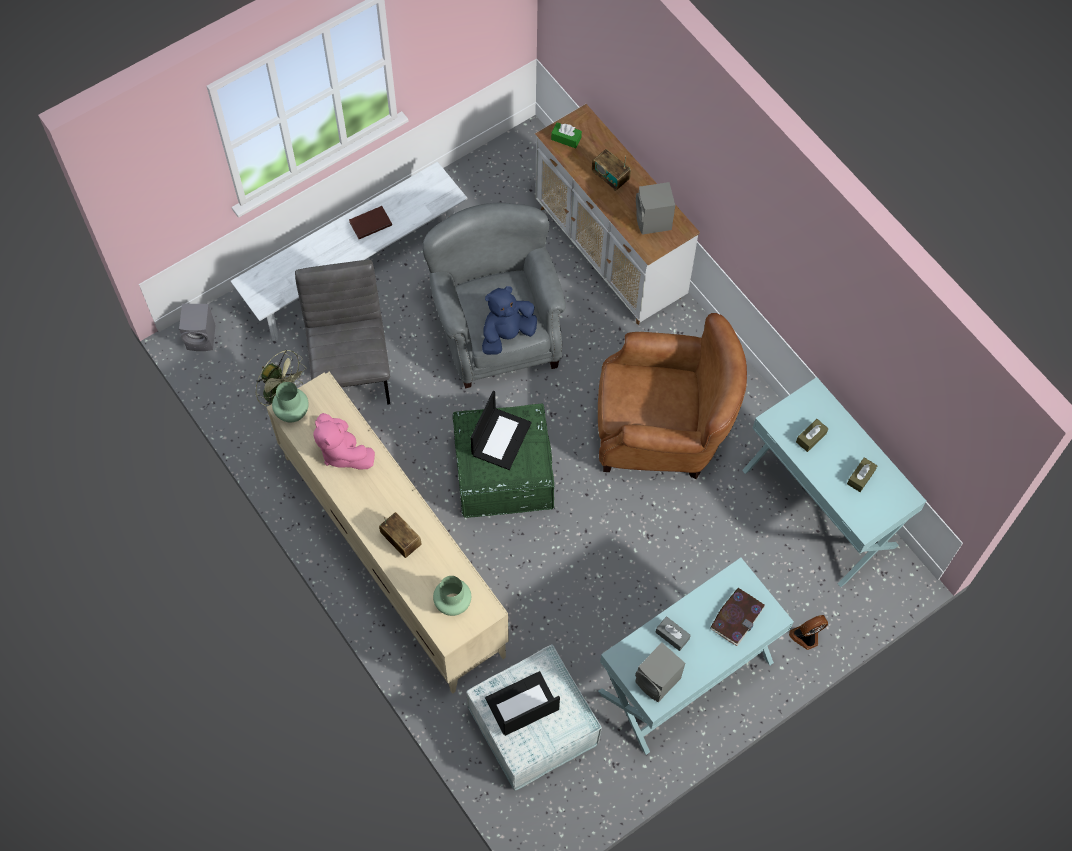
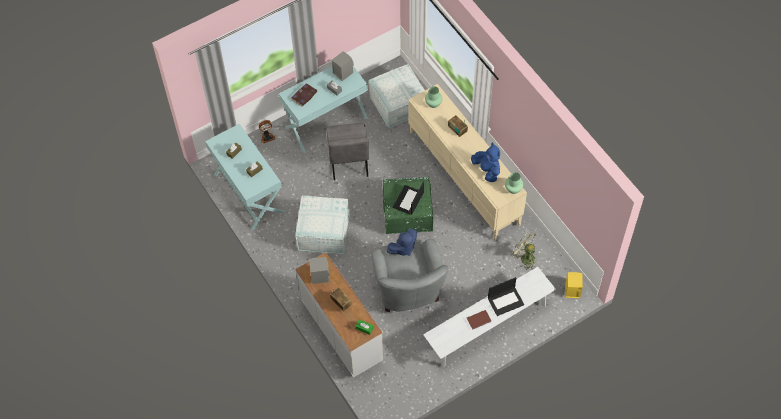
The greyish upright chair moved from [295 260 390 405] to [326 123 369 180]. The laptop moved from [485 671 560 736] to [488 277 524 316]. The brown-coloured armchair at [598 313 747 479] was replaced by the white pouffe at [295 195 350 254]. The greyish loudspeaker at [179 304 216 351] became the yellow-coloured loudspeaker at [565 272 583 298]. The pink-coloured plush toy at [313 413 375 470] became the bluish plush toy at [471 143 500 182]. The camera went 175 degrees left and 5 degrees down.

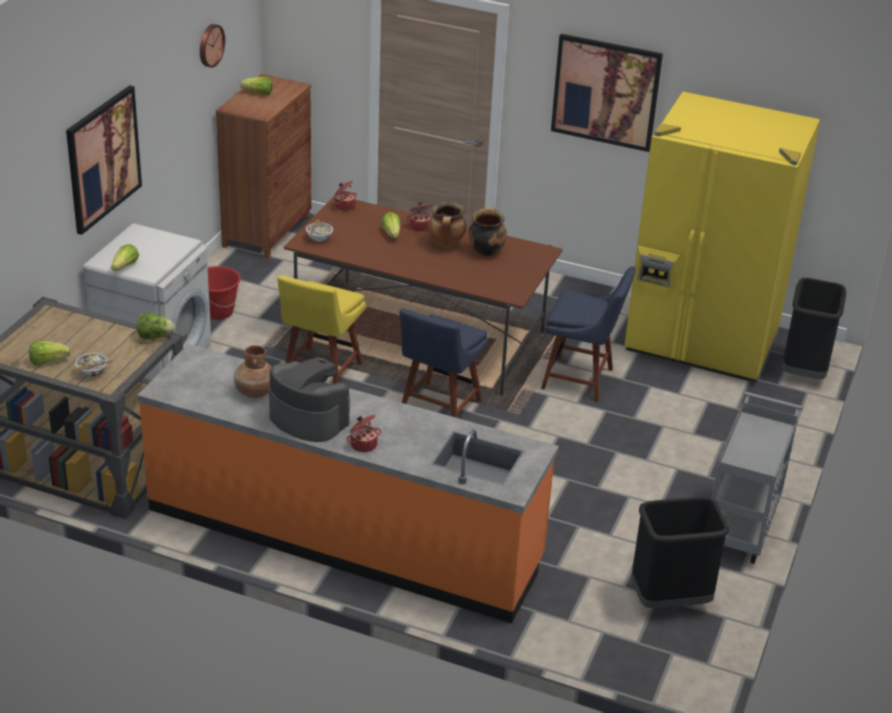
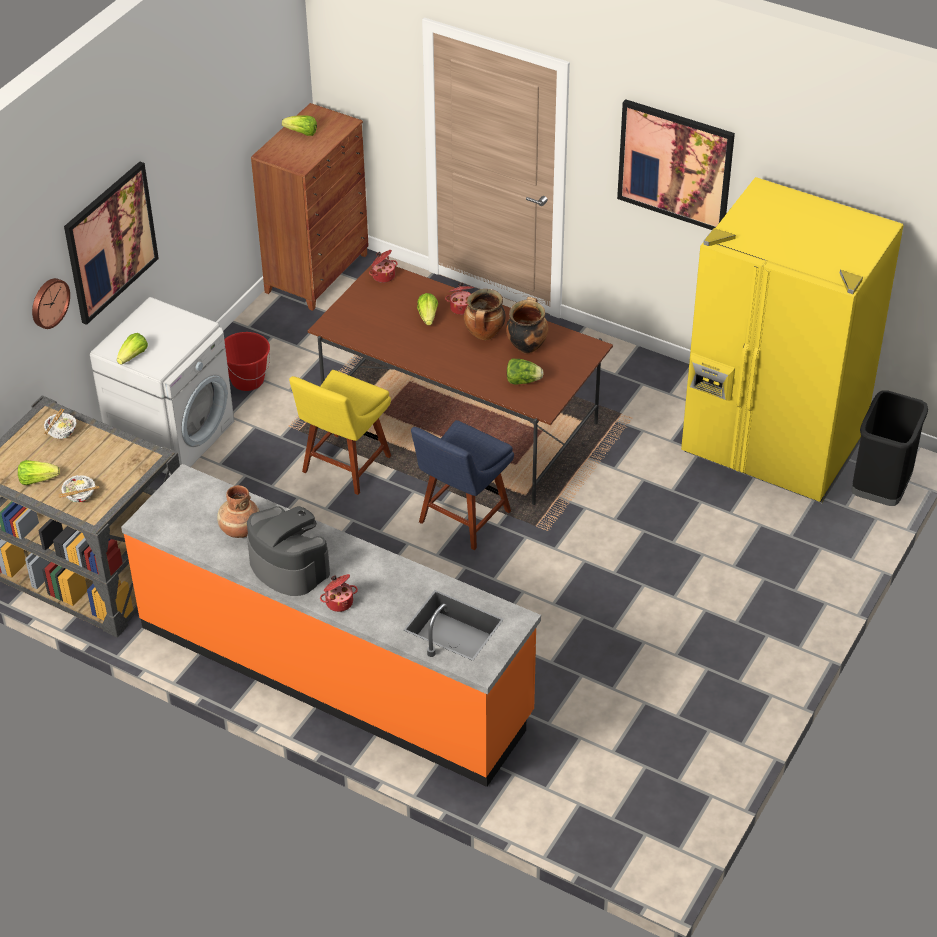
The bluish upright chair at [541 266 636 402] disappeared. The black-coloured waste bin at [631 497 729 608] disappeared. The greyish wheeled cart at [712 392 803 564] disappeared. The lettuce moved from [137 313 175 339] to [507 358 544 384]. The hanging clock moved from [200 24 225 68] to [32 278 70 329]. The serving bowl moved from [306 219 333 242] to [44 409 77 439]. The camera went 10 degrees right and 10 degrees up.

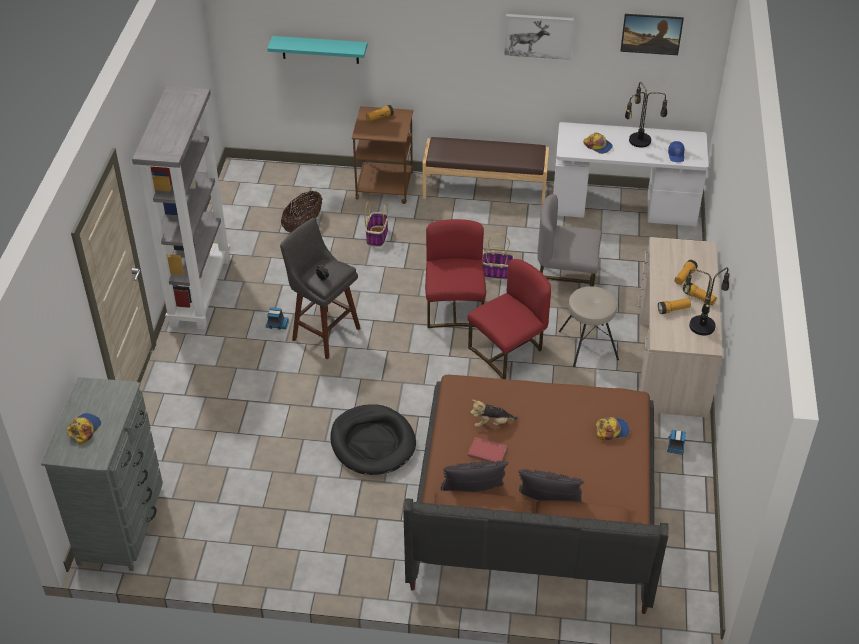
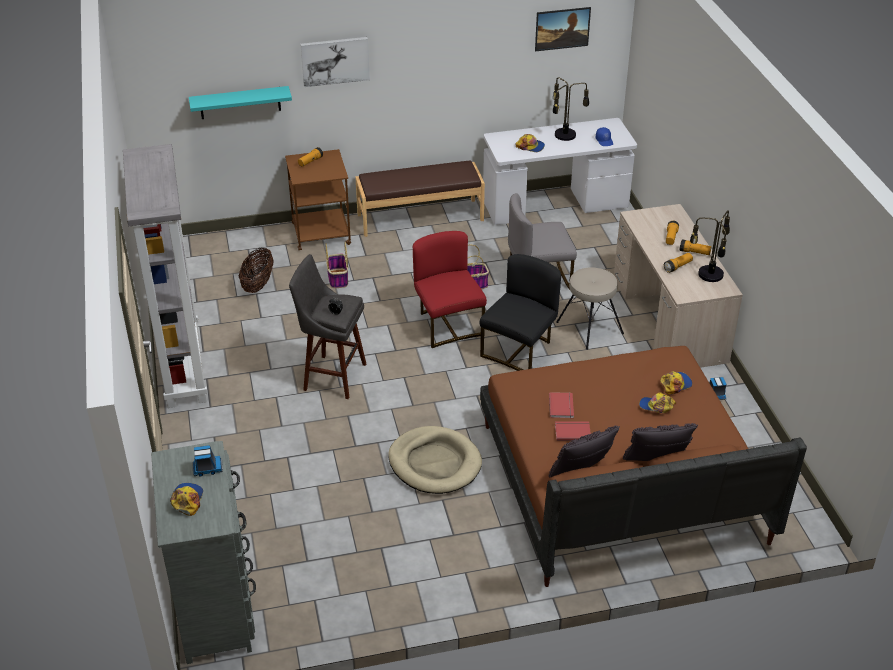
The peaked cap at [639 392 676 413] appeared. The toy lorry moved from [266 307 289 330] to [192 445 223 477]. The wall picture moved from [504 14 574 60] to [301 37 370 87]. The plush toy at [470 400 518 427] was replaced by the red book at [549 392 574 418]. The black-coloured pet bed at [331 404 416 475] became the beige-coloured pet bed at [388 426 482 494]. The red upright chair at [467 259 551 379] became the black-coloured upright chair at [480 254 561 371]. The camera went 20 degrees left and 5 degrees down.

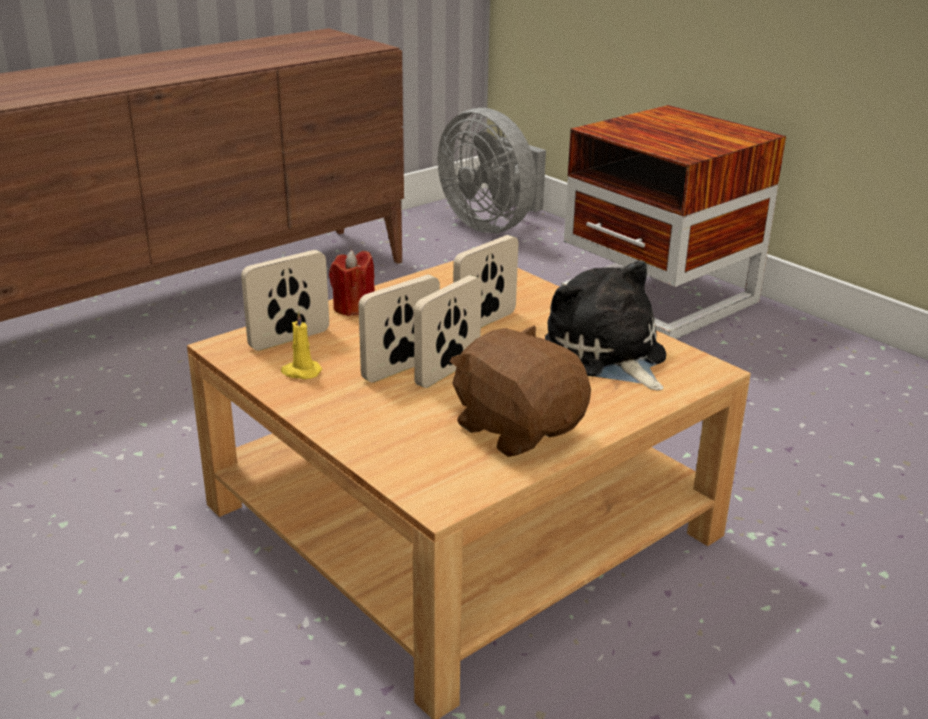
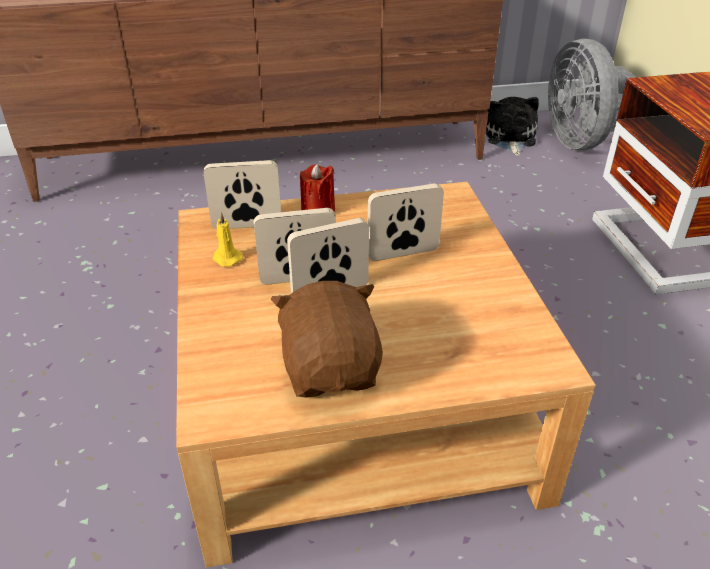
The plush toy moved from [545 260 666 390] to [486 97 539 156]. The camera went 30 degrees right and 10 degrees up.

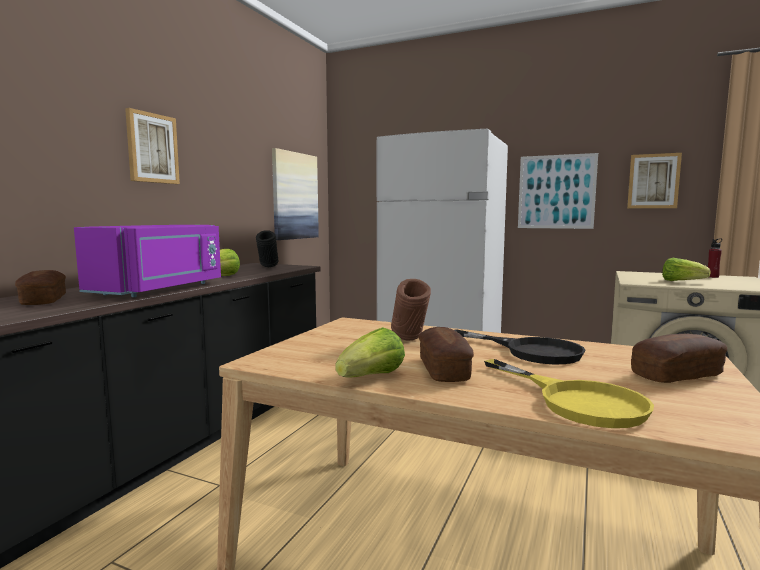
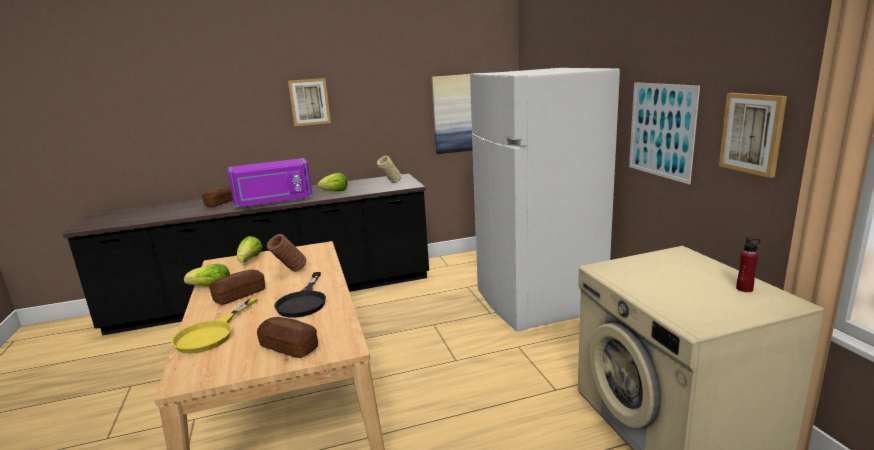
The lettuce moved from [662 258 711 281] to [237 236 262 262]. The black-coloured vase at [256 230 278 267] became the beige-coloured vase at [377 156 402 183]. The camera went 50 degrees right and 10 degrees up.

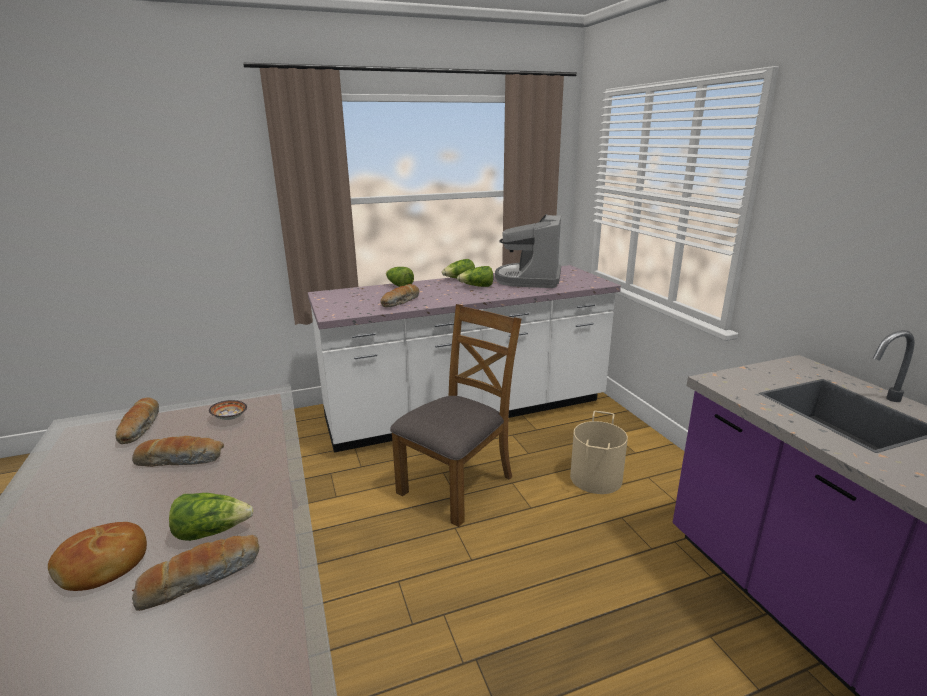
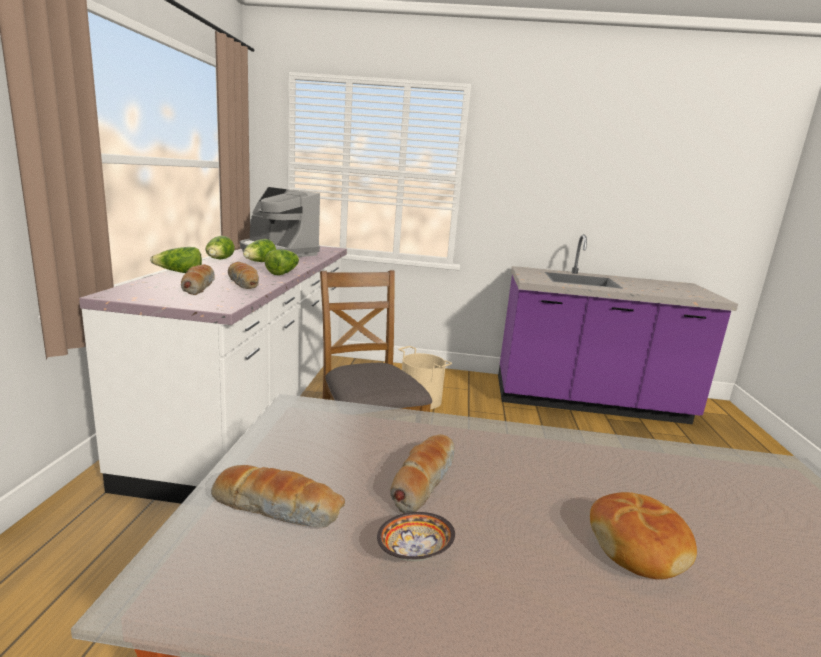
The baked bread moved from [132 535 259 611] to [181 264 215 295]. The lettuce moved from [169 493 253 541] to [265 249 299 275]. The serving bowl moved from [209 400 247 420] to [377 512 455 561]. The camera went 65 degrees left and 5 degrees down.

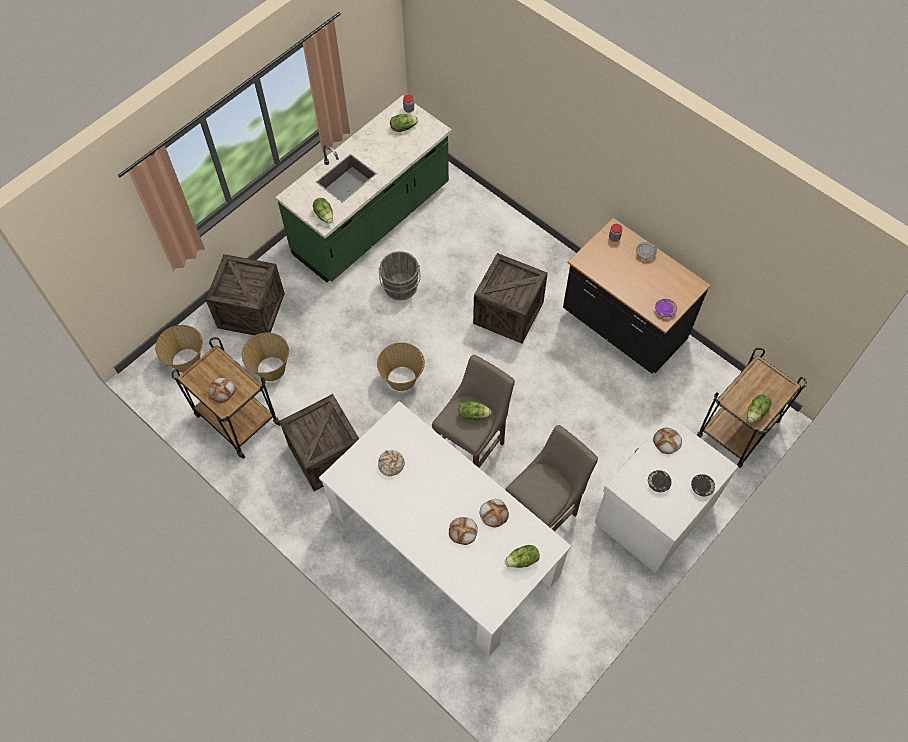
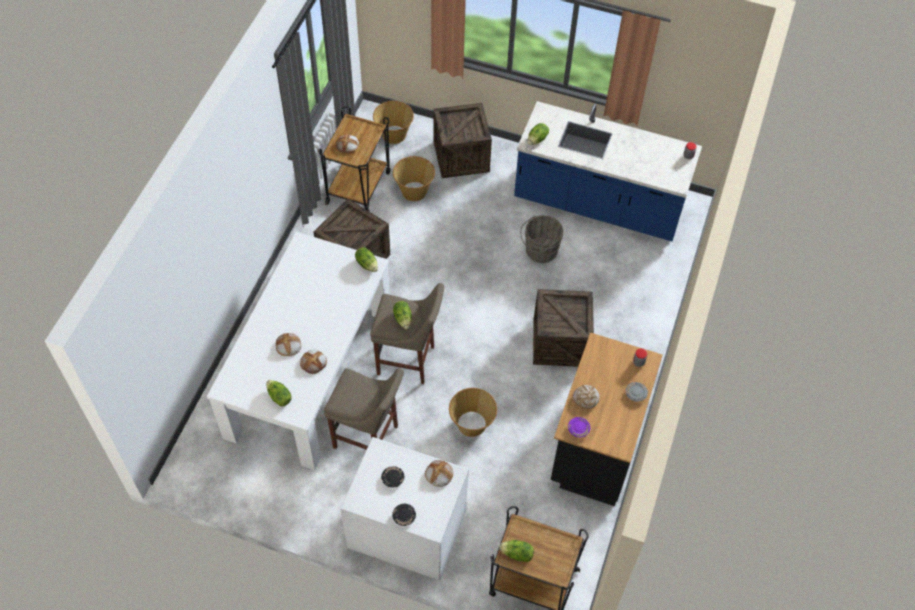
The storage basket moved from [377 342 425 391] to [449 388 497 437]. The baked bread moved from [378 450 405 476] to [573 385 600 409]. The lettuce moved from [390 114 418 132] to [355 247 378 272]. The greenish kitchen base unit at [276 95 452 282] became the bluish kitchen base unit at [514 101 702 241]. The camera went 65 degrees right and 5 degrees down.

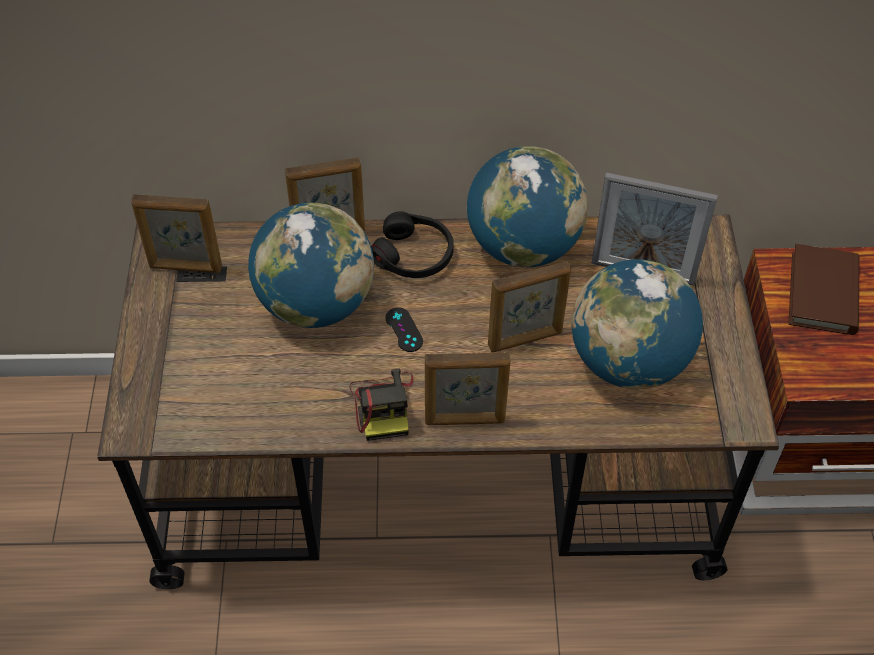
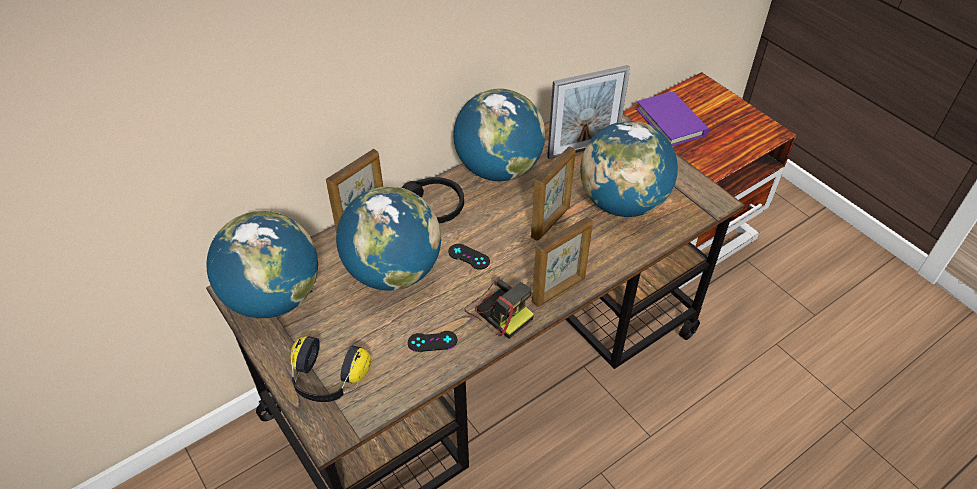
The headset at [290 336 371 402] appeared. The black-coloured game controller at [408 331 458 352] appeared. The picture frame at [131 194 222 273] was replaced by the world globe at [207 211 318 318]. The brown-coloured book at [789 244 860 335] became the purplish book at [636 91 709 146]. The camera went 35 degrees left and 5 degrees down.

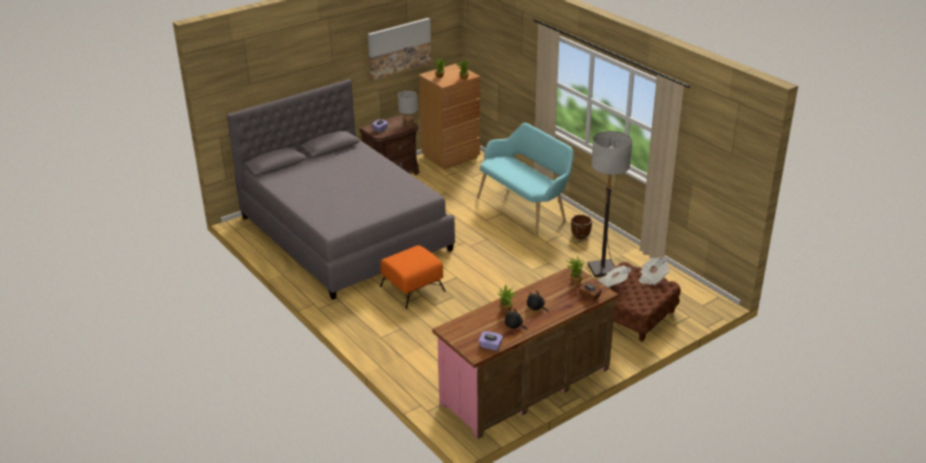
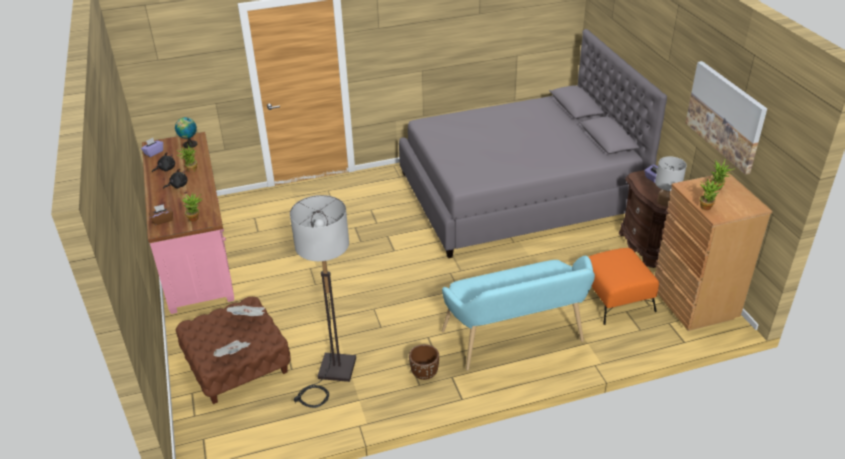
The world globe at [175 117 197 148] appeared. The orangey pouffe moved from [380 245 446 309] to [589 248 659 325]. The camera went 110 degrees right and 5 degrees up.

